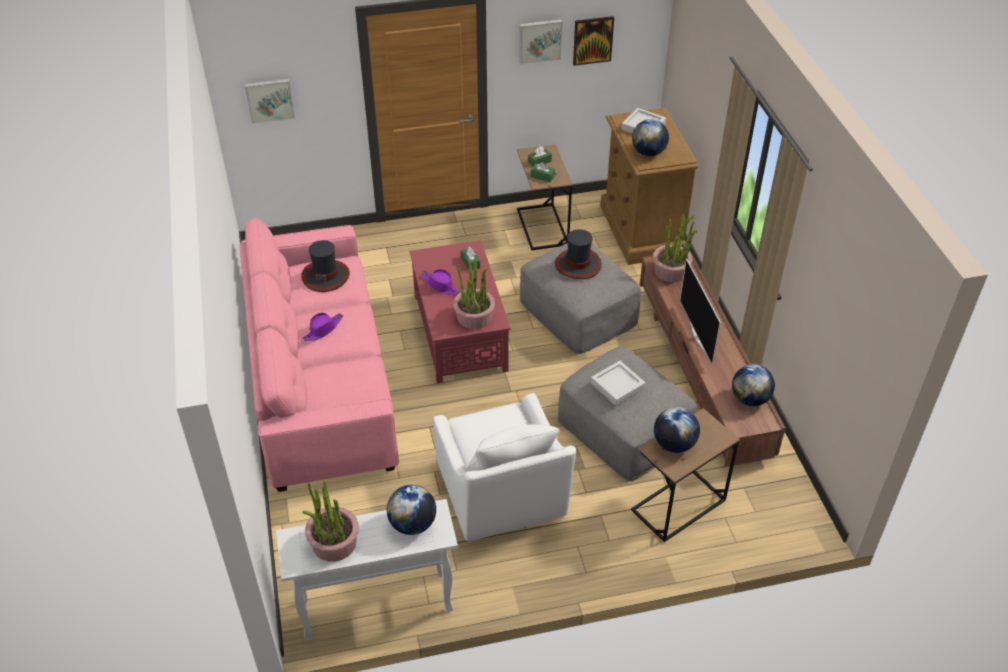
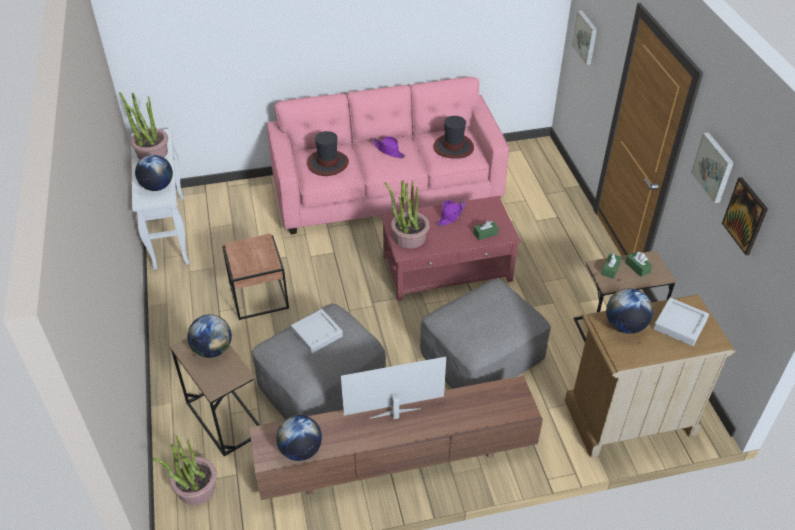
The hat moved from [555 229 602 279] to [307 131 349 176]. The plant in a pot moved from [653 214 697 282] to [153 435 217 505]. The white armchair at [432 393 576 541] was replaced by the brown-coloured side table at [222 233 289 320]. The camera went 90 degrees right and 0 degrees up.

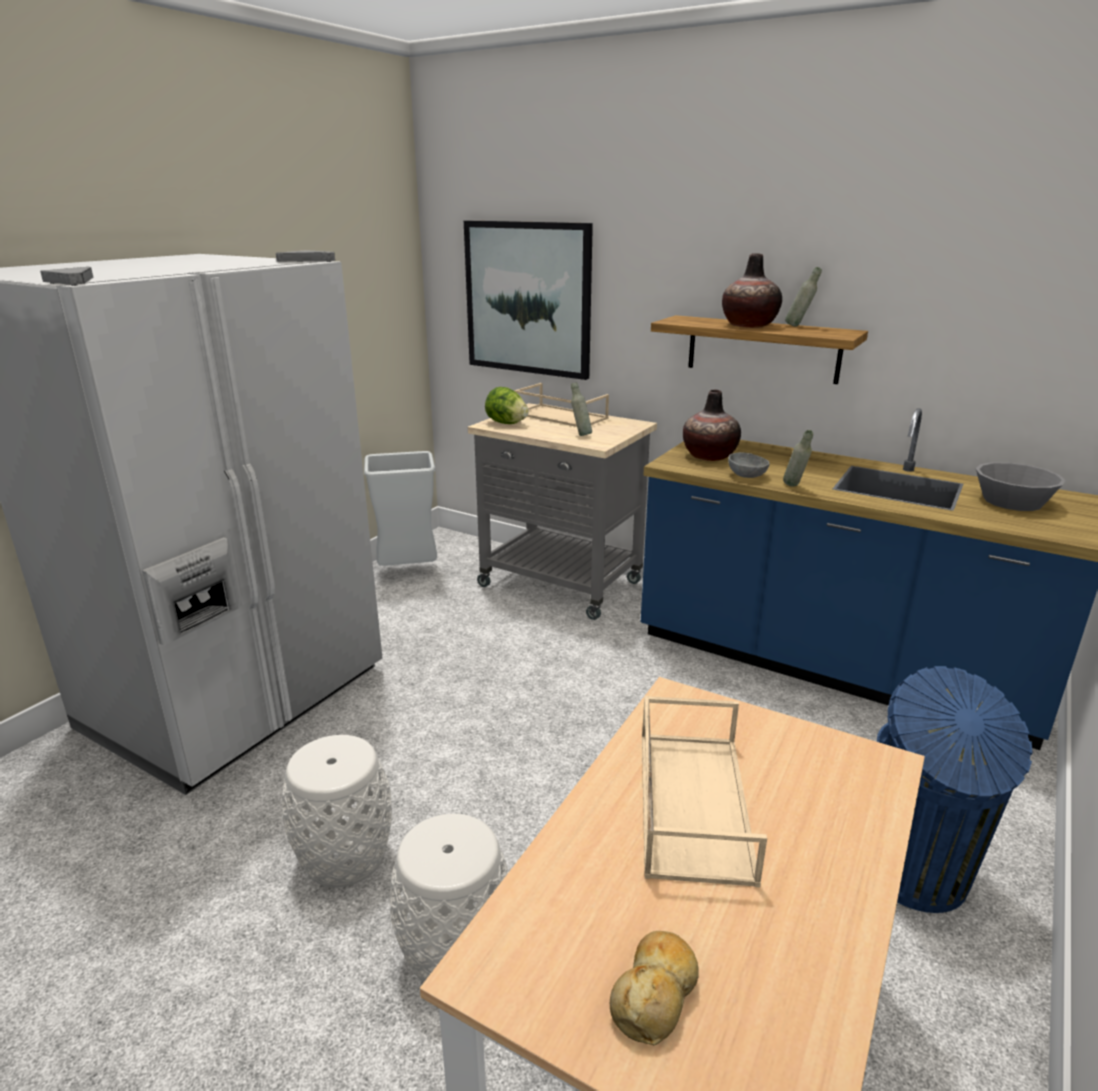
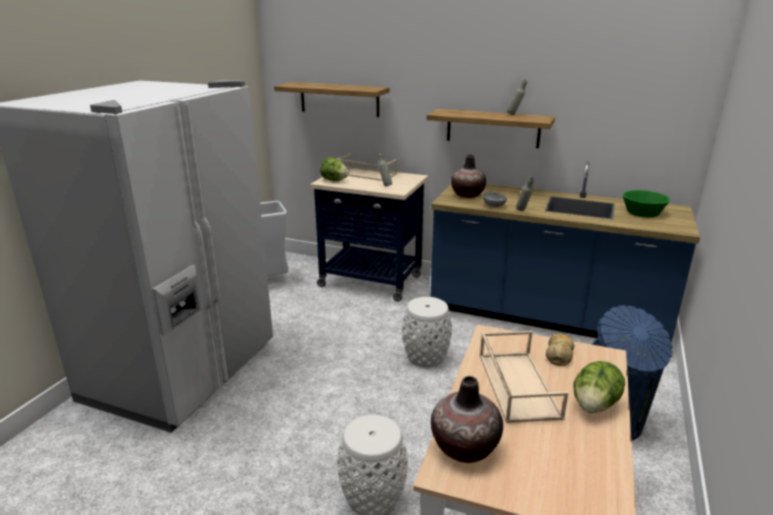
The lettuce at [573 361 625 413] appeared. The white stool moved from [282 735 392 888] to [402 297 452 367]. The baked bread moved from [610 931 699 1045] to [546 334 575 366]. The vase moved from [722 253 782 328] to [431 376 503 463]. The wall picture at [464 221 593 380] was replaced by the wall shelf at [274 82 390 117]. The greyish wheeled cart at [468 403 657 620] became the bluish wheeled cart at [310 167 428 302]. The greyish serving bowl at [976 462 1066 511] became the greenish serving bowl at [622 190 670 217]. The camera went 10 degrees left and 0 degrees up.

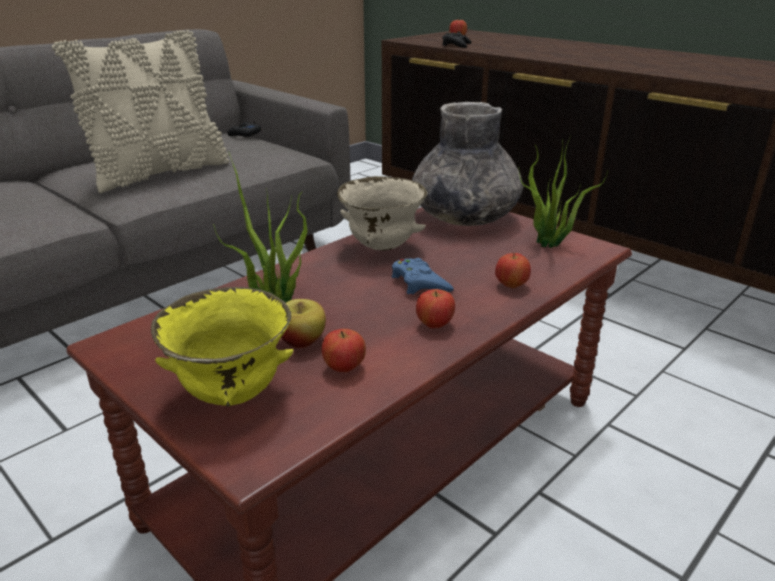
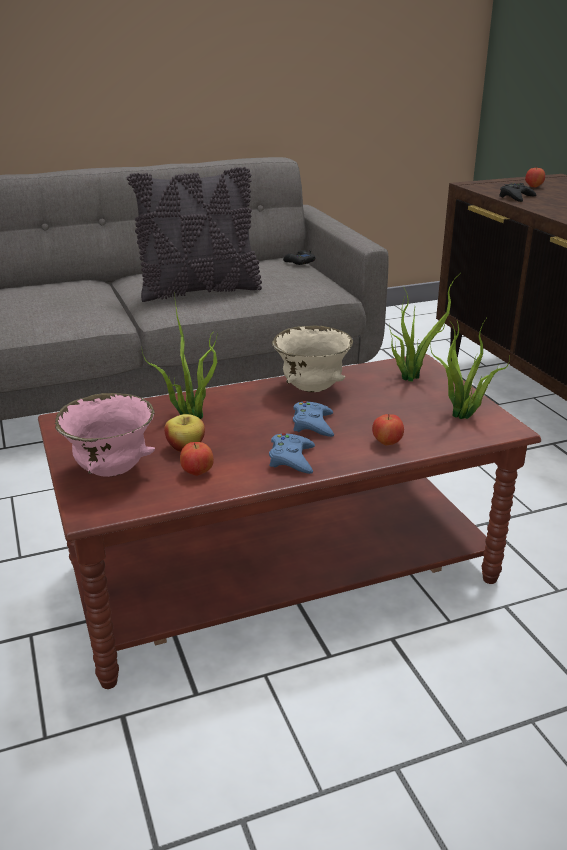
The greyish vase at [412 102 523 226] was replaced by the plant in a pot at [389 273 461 381]. The apple at [416 289 455 328] was replaced by the bluish game controller at [269 433 315 474]. The beige-coloured pillow at [52 30 229 193] became the black-coloured pillow at [127 167 262 302]. The yellow-coloured serving bowl at [151 287 293 407] became the pink-coloured serving bowl at [55 393 155 477]. The camera went 25 degrees right and 0 degrees up.

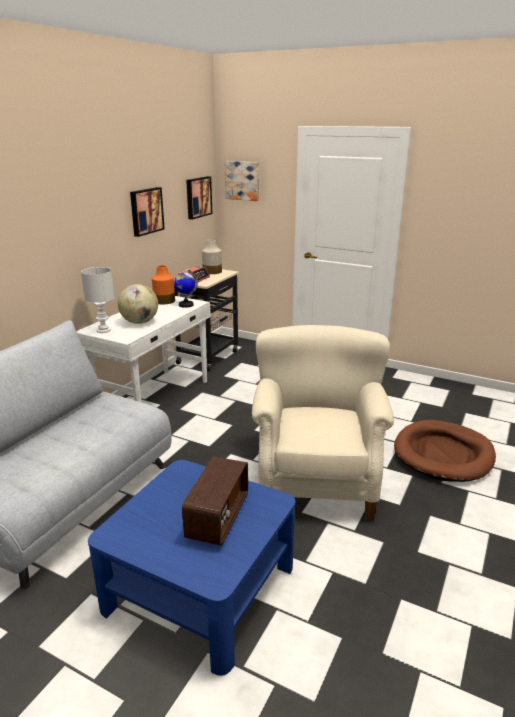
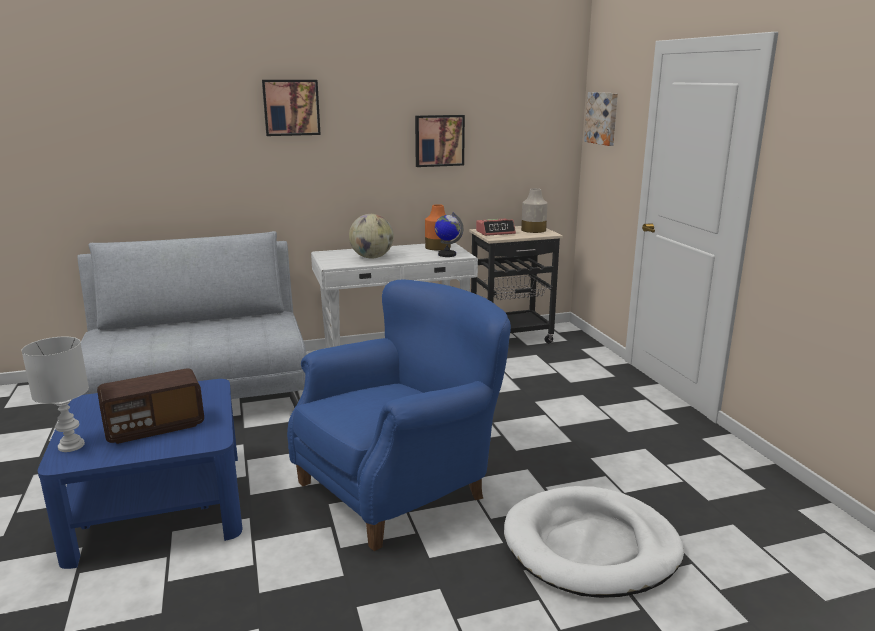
The white table lamp moved from [81 267 114 333] to [21 337 89 452]. The wall picture moved from [186 176 212 220] to [262 80 321 136]. The beige-coloured armchair at [252 325 394 520] became the bluish armchair at [287 280 511 551]. The brown-coloured pet bed at [394 420 496 482] became the white pet bed at [504 486 684 598]. The camera went 45 degrees right and 5 degrees down.

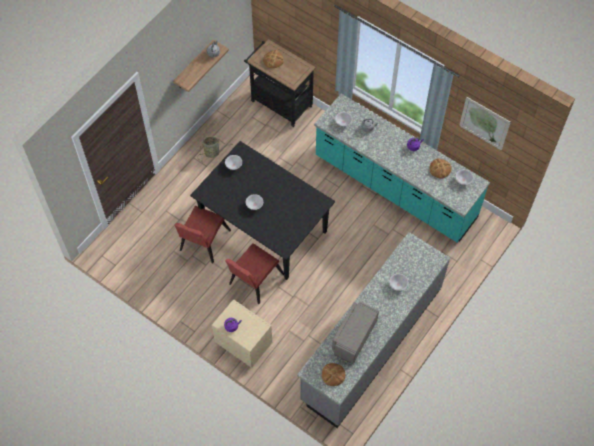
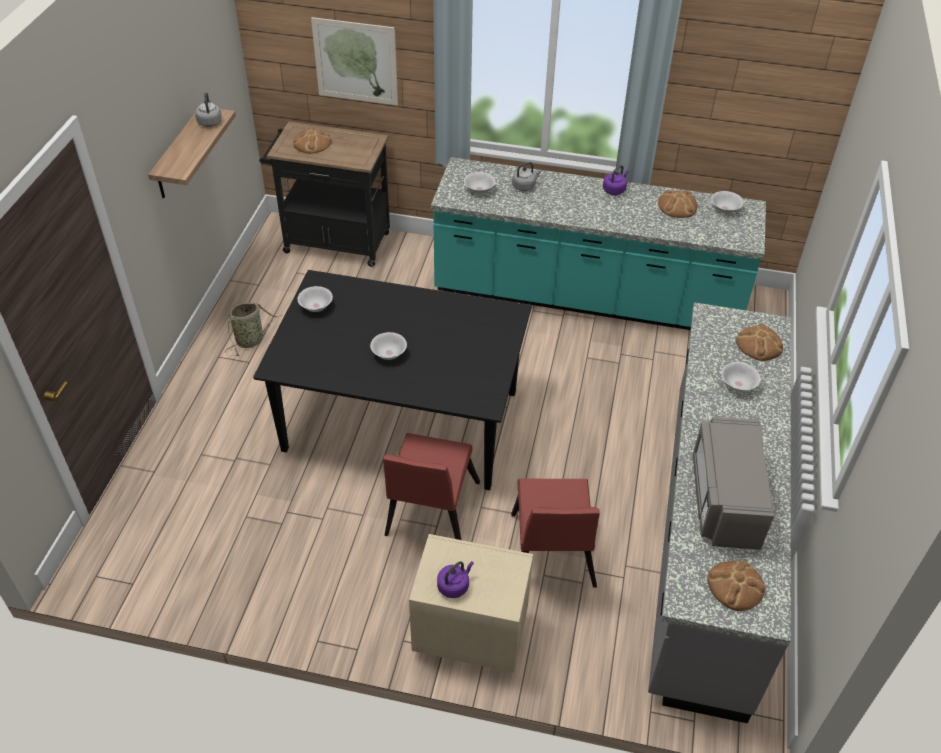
The baked bread at [736 323 783 361] appeared. The red upright chair moved from [174 205 231 263] to [511 478 600 588]. The wall picture moved from [459 97 511 150] to [311 17 398 106]. The camera went 25 degrees left and 15 degrees down.

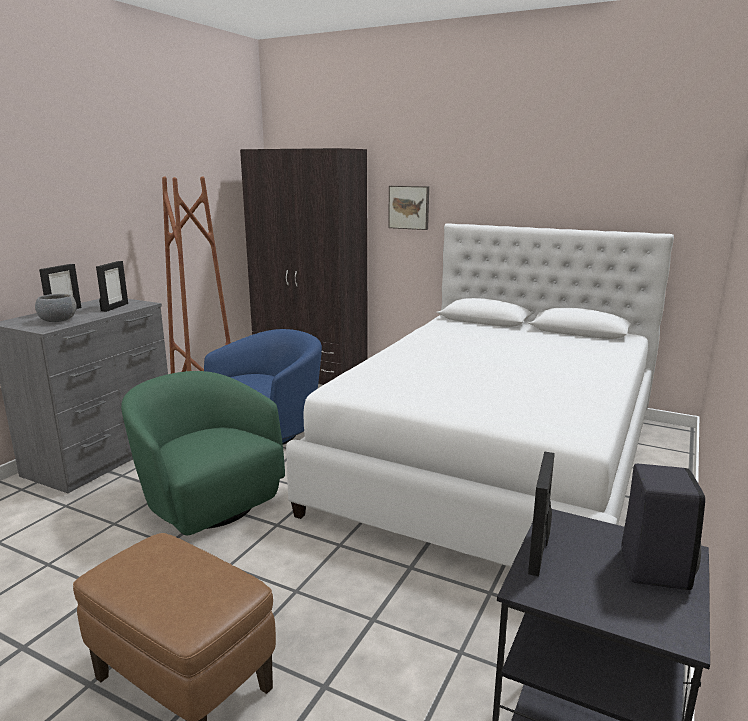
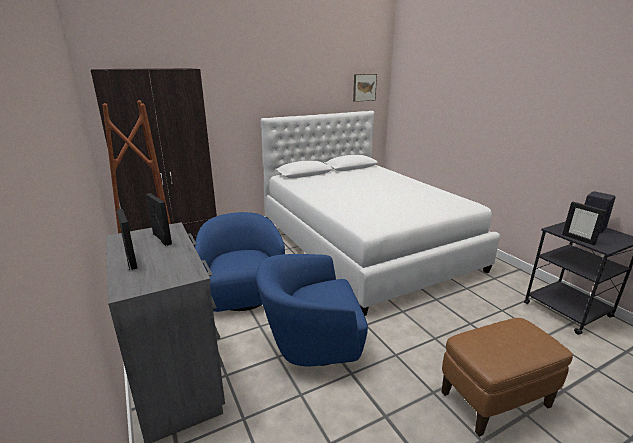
The greyish serving bowl at [35 294 77 322] disappeared. The wall picture moved from [388 186 429 230] to [353 74 377 102]. The greenish armchair at [121 371 285 535] became the bluish armchair at [256 254 368 366]. The camera went 55 degrees left and 5 degrees up.

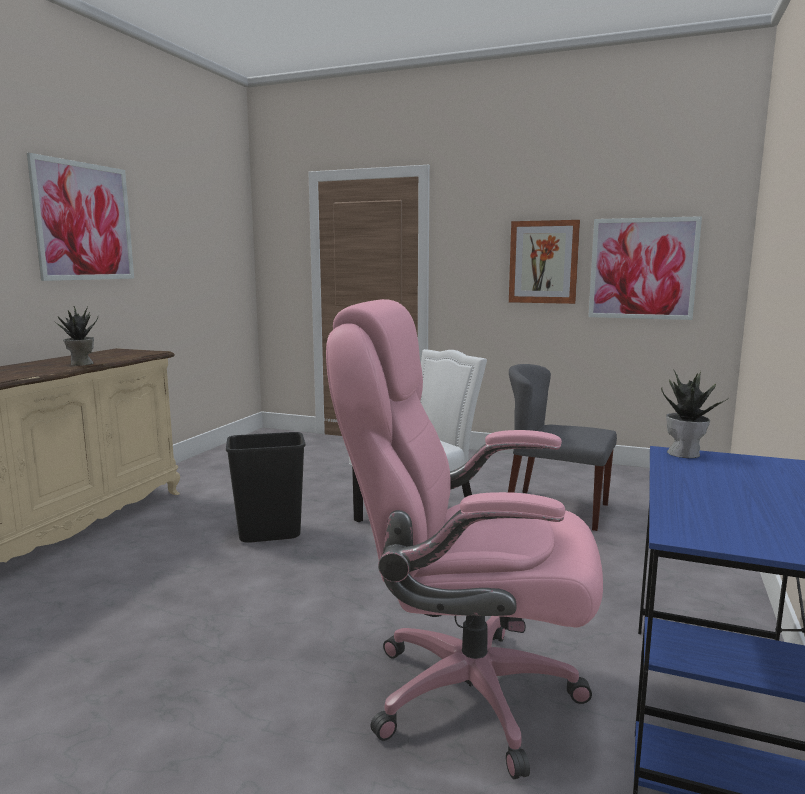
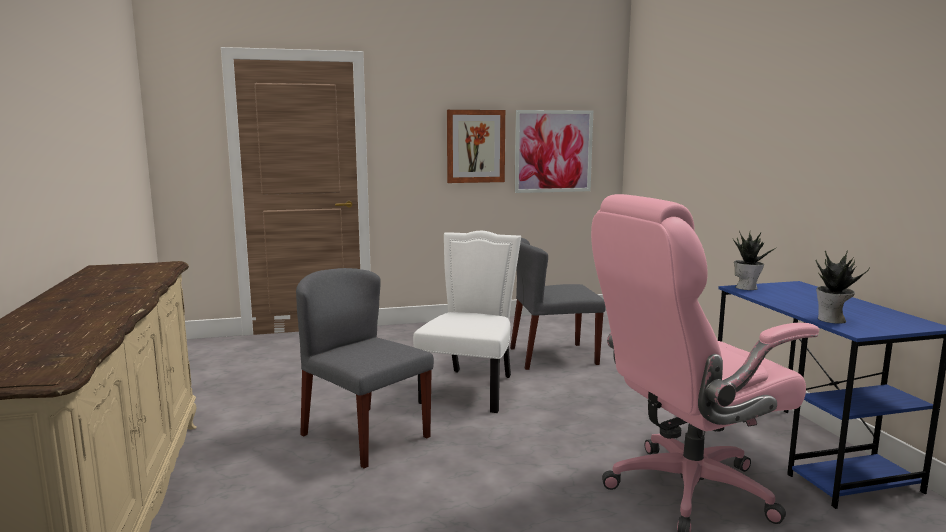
The wall picture at [27 153 134 281] disappeared. The plant in a pot moved from [54 306 98 366] to [815 250 870 324]. The black-coloured waste bin at [226 432 306 543] was replaced by the greyish upright chair at [296 268 434 468]. The camera went 35 degrees left and 0 degrees up.

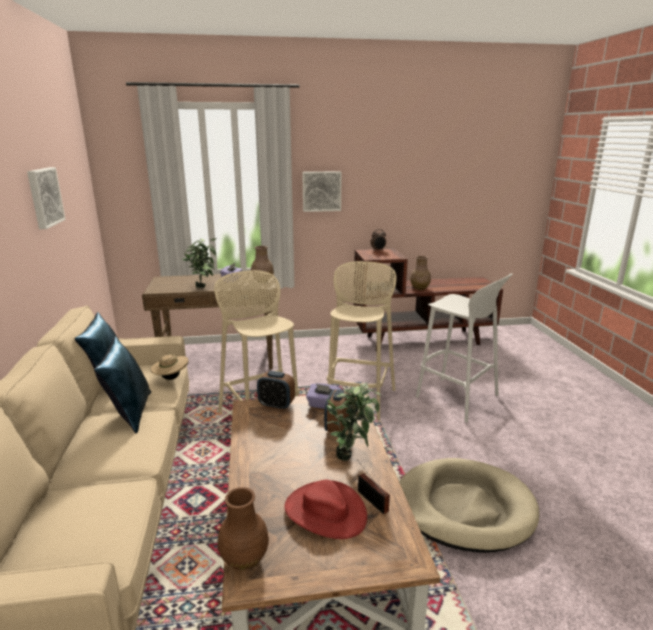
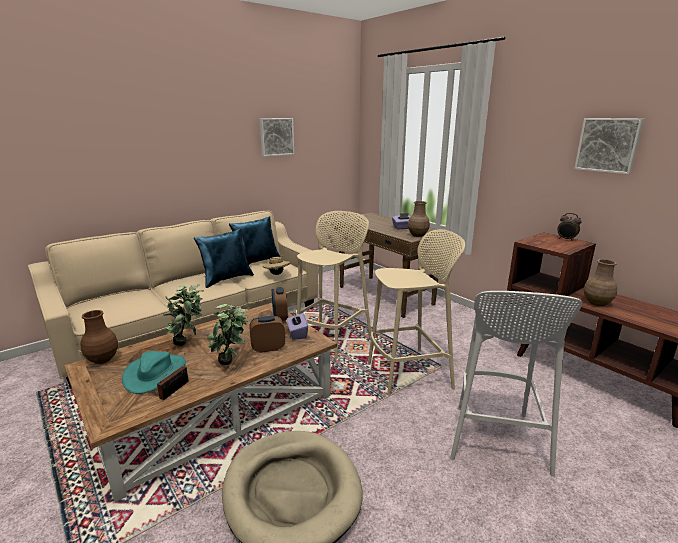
The plant in a pot moved from [182 238 217 288] to [163 284 203 346]. The wall picture moved from [302 171 342 212] to [574 118 644 174]. The red hat at [284 480 367 539] became the turquoise-coloured hat at [122 351 186 394]. The camera went 60 degrees right and 0 degrees up.

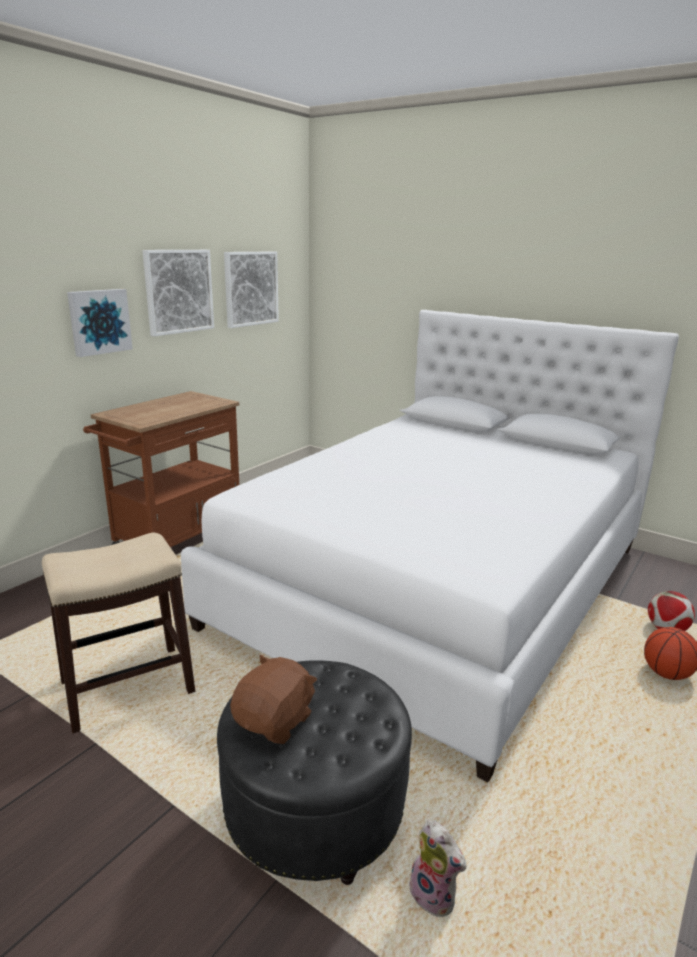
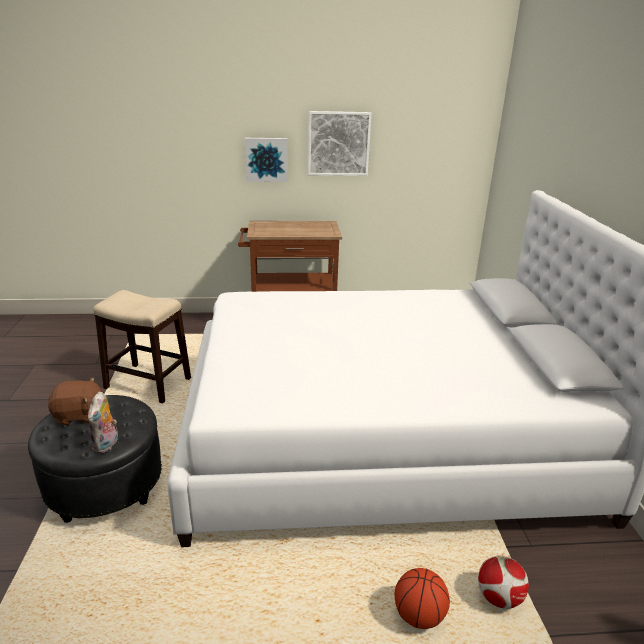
The wall picture at [224 251 279 328] disappeared. The plush toy moved from [409 820 466 917] to [87 392 118 453]. The camera went 50 degrees right and 5 degrees up.

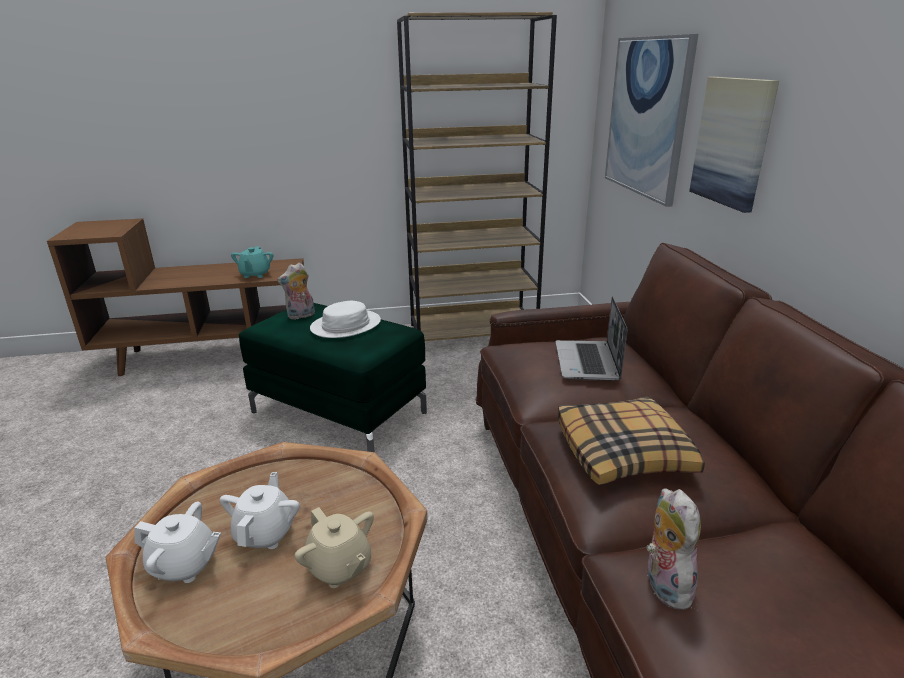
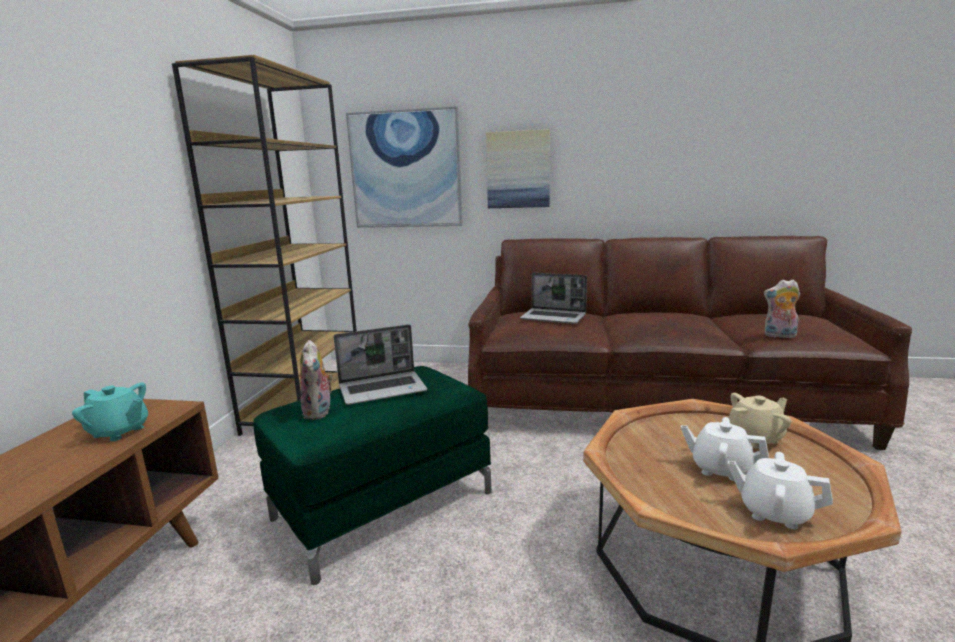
The pillow at [558 397 705 485] disappeared. The white hat at [310 301 381 338] was replaced by the laptop at [334 324 428 405]. The white tea pot at [134 502 221 583] turned 90 degrees counterclockwise. The camera went 70 degrees left and 10 degrees down.

